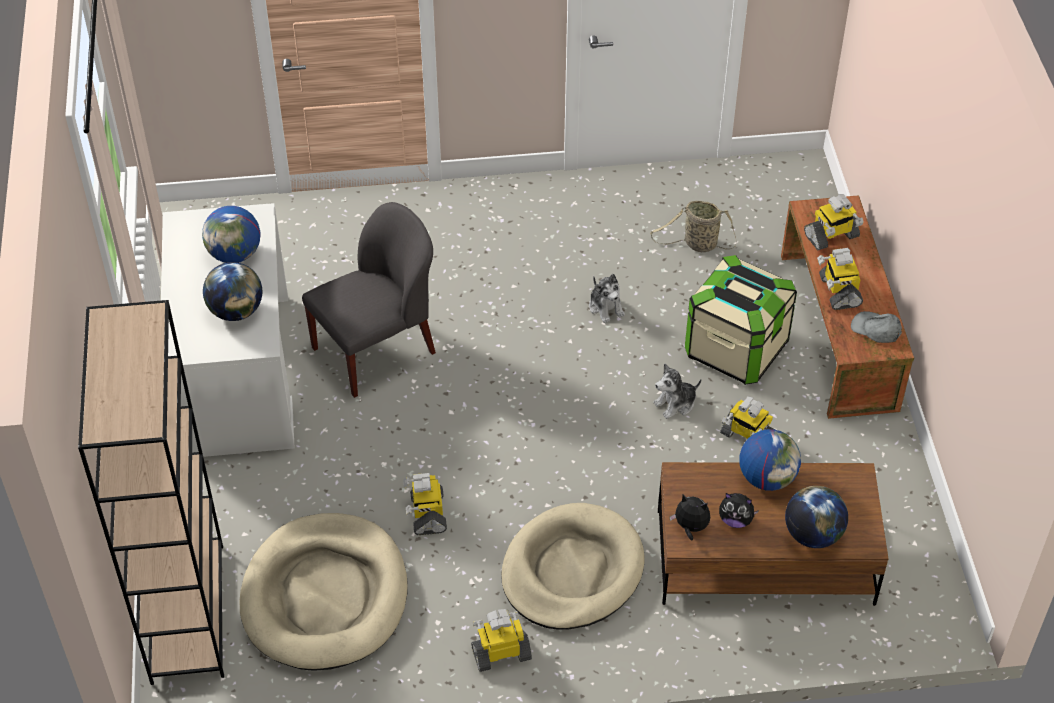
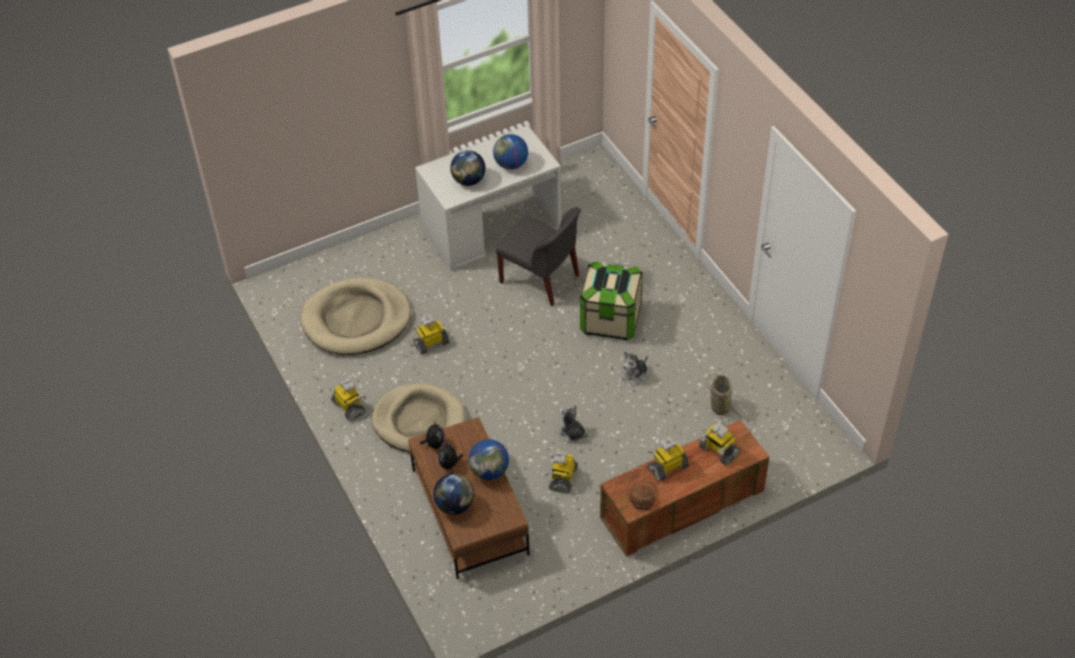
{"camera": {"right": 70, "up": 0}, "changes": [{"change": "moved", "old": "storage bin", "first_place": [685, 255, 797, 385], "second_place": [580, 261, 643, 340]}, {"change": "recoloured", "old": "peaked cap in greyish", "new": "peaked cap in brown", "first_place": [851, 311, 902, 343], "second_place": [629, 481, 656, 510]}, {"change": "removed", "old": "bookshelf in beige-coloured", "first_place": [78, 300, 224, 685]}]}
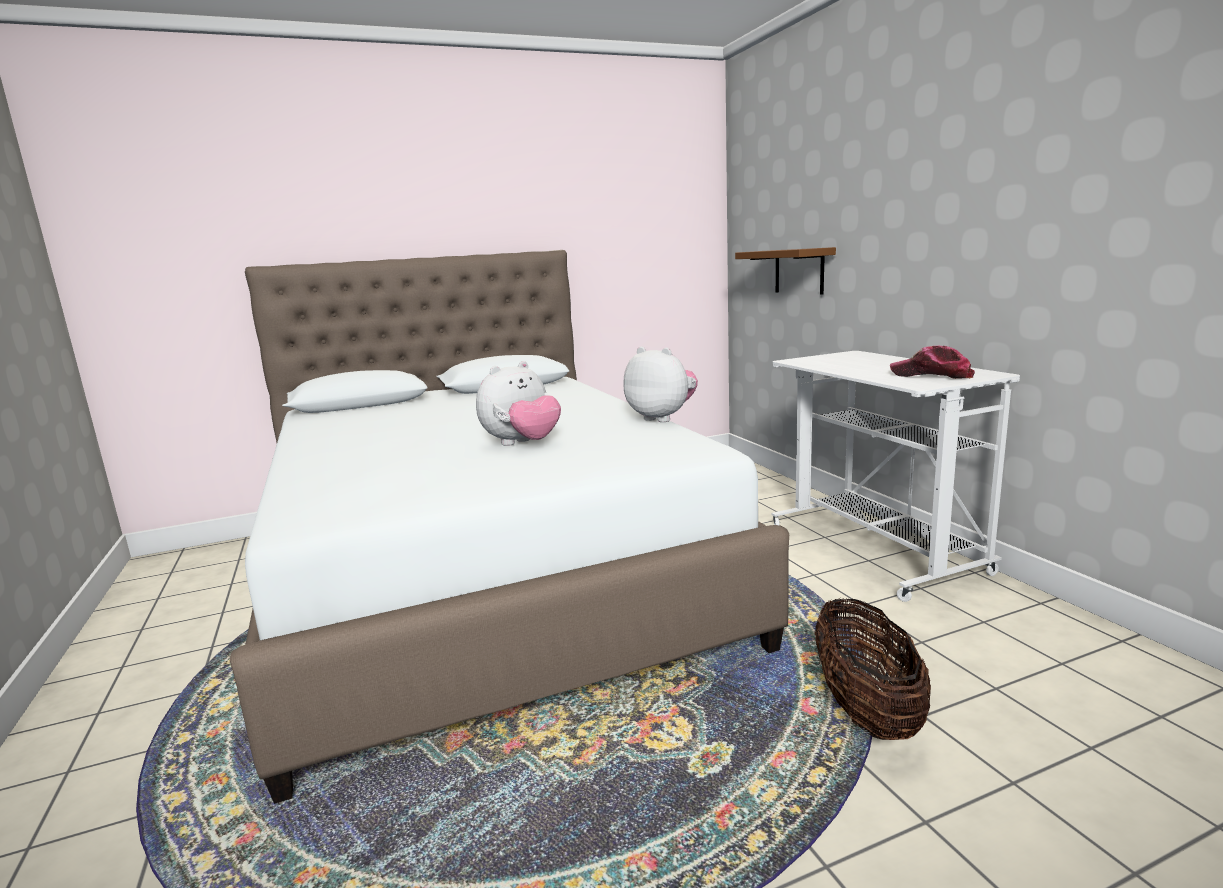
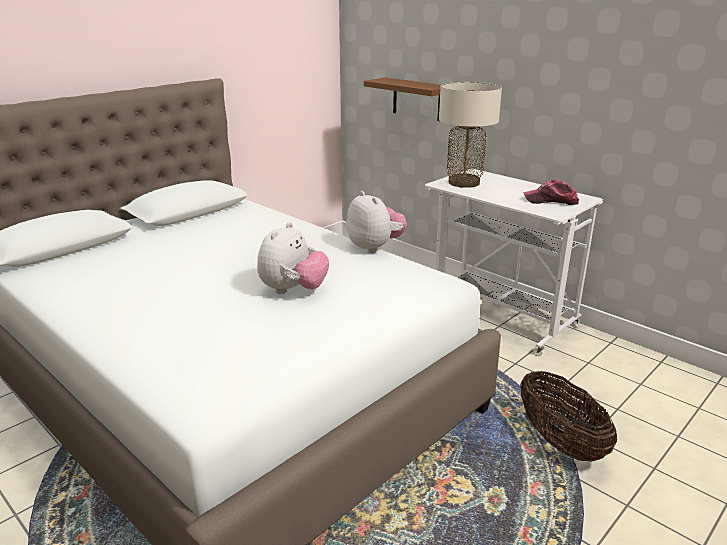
{"camera": {"right": -25, "up": 10}, "changes": [{"change": "turned", "old": "soft toy", "first_place": [624, 346, 698, 422], "second_place": [346, 191, 407, 253], "degrees": 45}, {"change": "added", "new": "tabletop lamp", "second_place": [439, 82, 502, 188]}]}
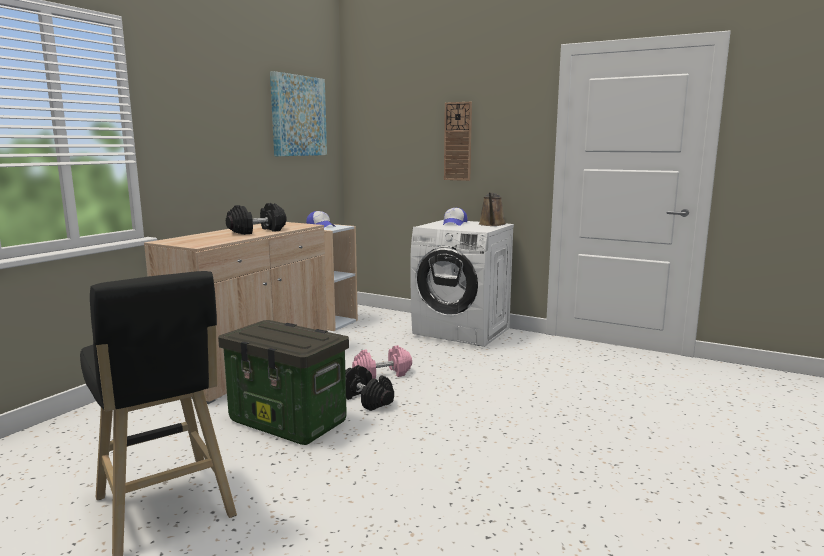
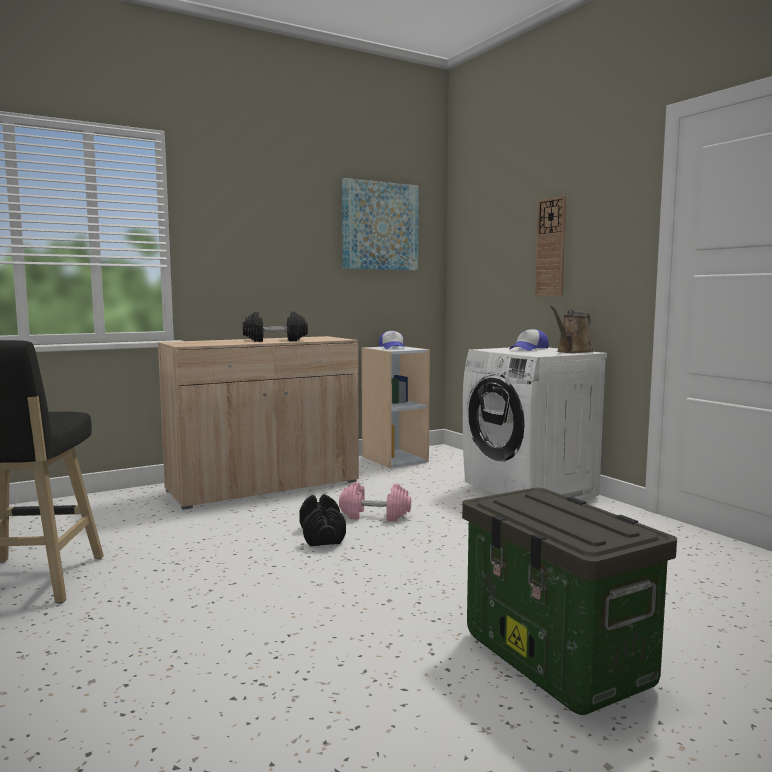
{"camera": {"right": 30, "up": -5}, "changes": [{"change": "moved", "old": "storage bin", "first_place": [218, 320, 349, 445], "second_place": [462, 488, 677, 715]}]}
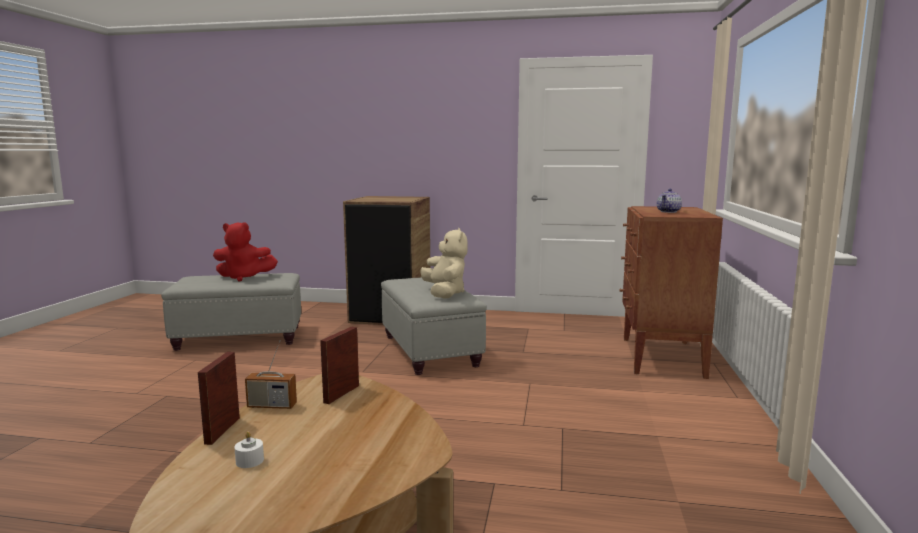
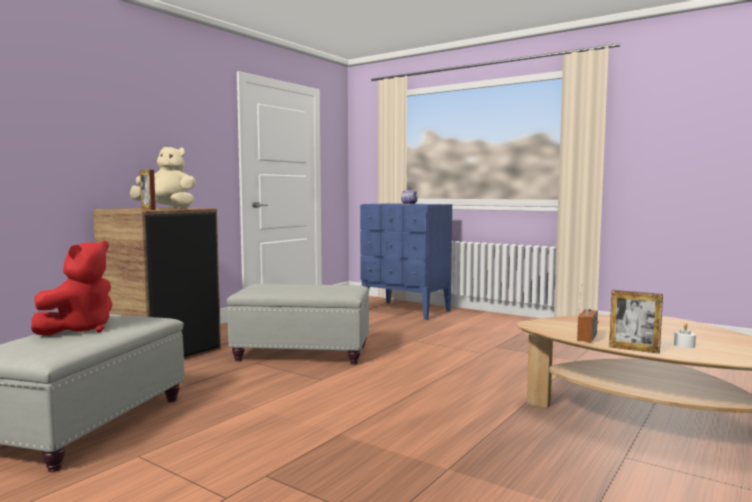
{"camera": {"right": -65, "up": -5}, "changes": [{"change": "moved", "old": "soft toy in beige-coloured", "first_place": [420, 228, 468, 298], "second_place": [130, 147, 196, 208]}, {"change": "moved", "old": "picture frame", "first_place": [320, 326, 359, 404], "second_place": [140, 170, 156, 210]}, {"change": "recoloured", "old": "dresser in brown", "new": "dresser in bluish", "first_place": [620, 206, 723, 379], "second_place": [360, 203, 452, 320]}]}
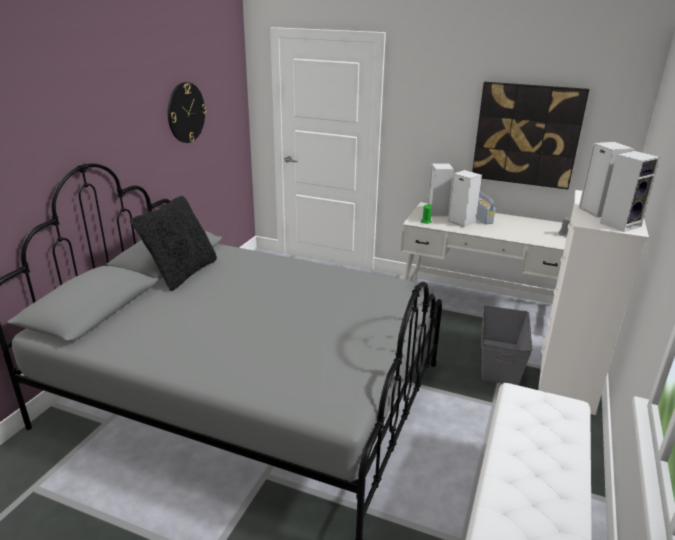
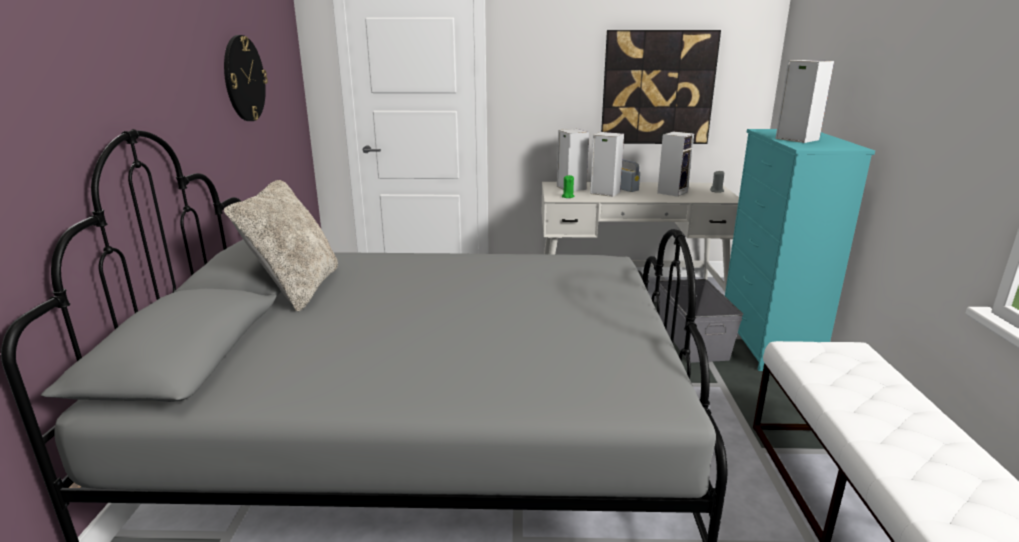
{"camera": {"right": -20, "up": -5}, "changes": [{"change": "recoloured", "old": "pillow in black-coloured", "new": "pillow in beige-coloured", "first_place": [130, 196, 217, 291], "second_place": [223, 180, 338, 311]}, {"change": "moved", "old": "loudspeaker", "first_place": [600, 151, 661, 232], "second_place": [657, 131, 694, 197]}, {"change": "recoloured", "old": "dresser in whitish", "new": "dresser in turquoise", "first_place": [538, 190, 649, 415], "second_place": [725, 129, 875, 371]}]}
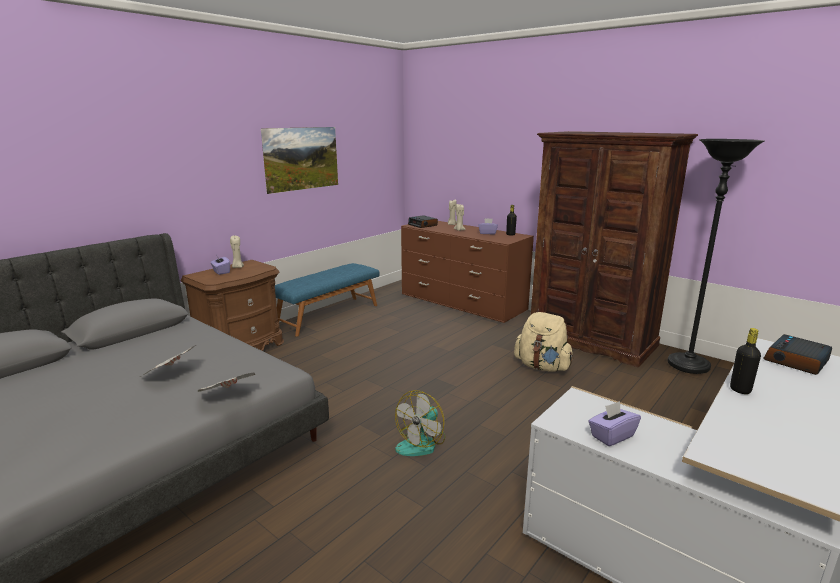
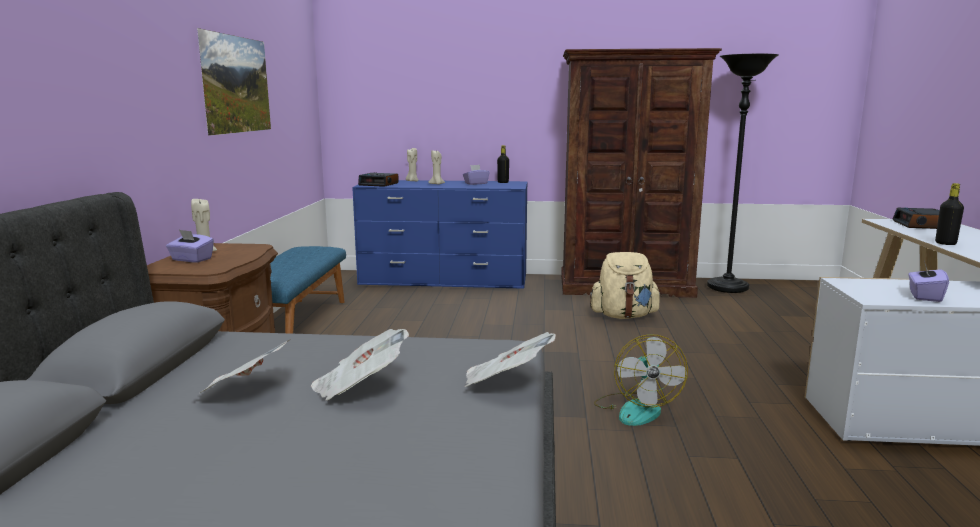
{"camera": {"right": -35, "up": -5}, "changes": [{"change": "added", "new": "printed paper", "second_place": [200, 339, 291, 393]}, {"change": "recoloured", "old": "dresser in brown", "new": "dresser in bluish", "first_place": [401, 221, 534, 323], "second_place": [352, 180, 527, 289]}]}
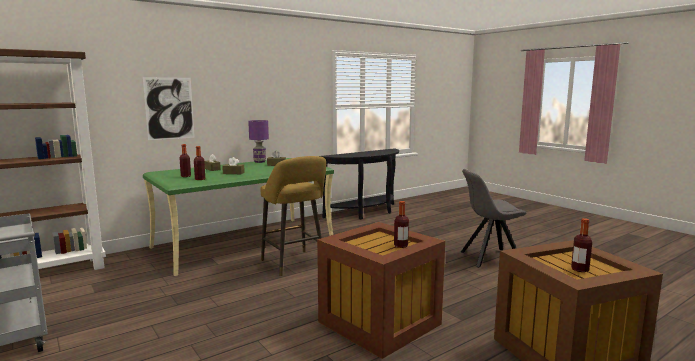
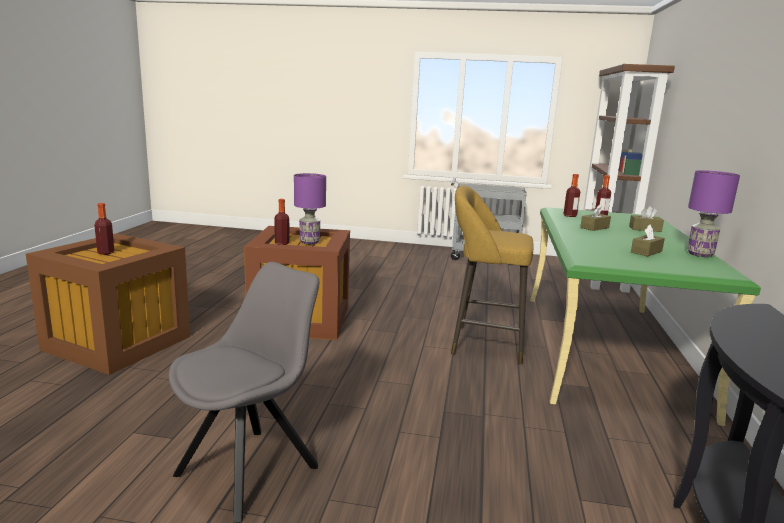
{"camera": {"right": 135, "up": 5}, "changes": [{"change": "added", "new": "tabletop lamp in purple", "second_place": [294, 173, 326, 244]}, {"change": "removed", "old": "picture", "first_place": [143, 77, 195, 140]}]}
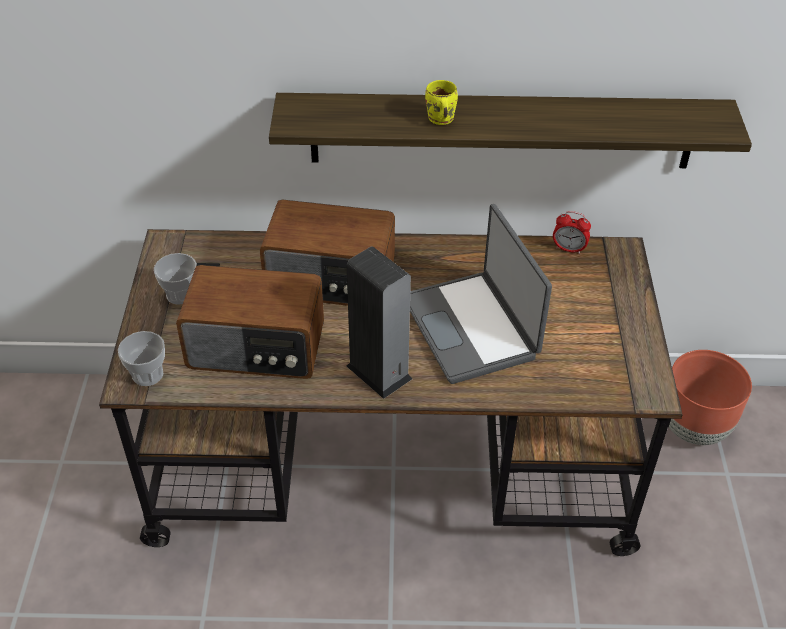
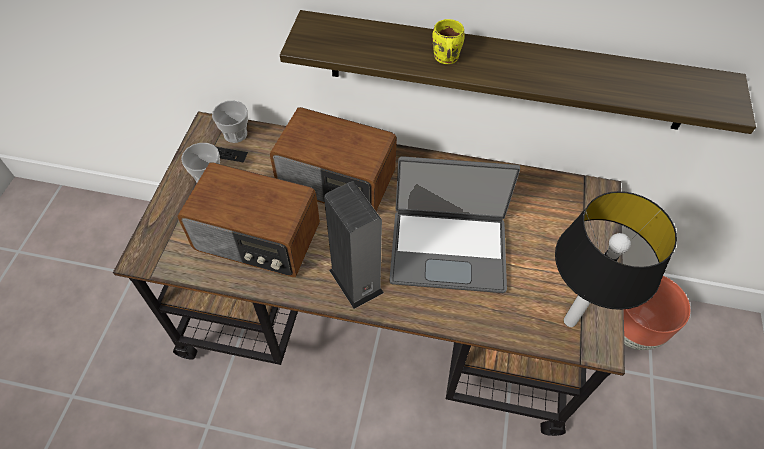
{"camera": {"right": 10, "up": 10}, "changes": [{"change": "moved", "old": "small cup", "first_place": [118, 331, 165, 386], "second_place": [212, 100, 248, 143]}, {"change": "turned", "old": "notebook computer", "first_place": [410, 204, 552, 384], "second_place": [389, 156, 520, 293], "degrees": -75}, {"change": "added", "new": "tabletop lamp", "second_place": [555, 191, 677, 327]}, {"change": "removed", "old": "bedside clock", "first_place": [553, 211, 591, 254]}]}
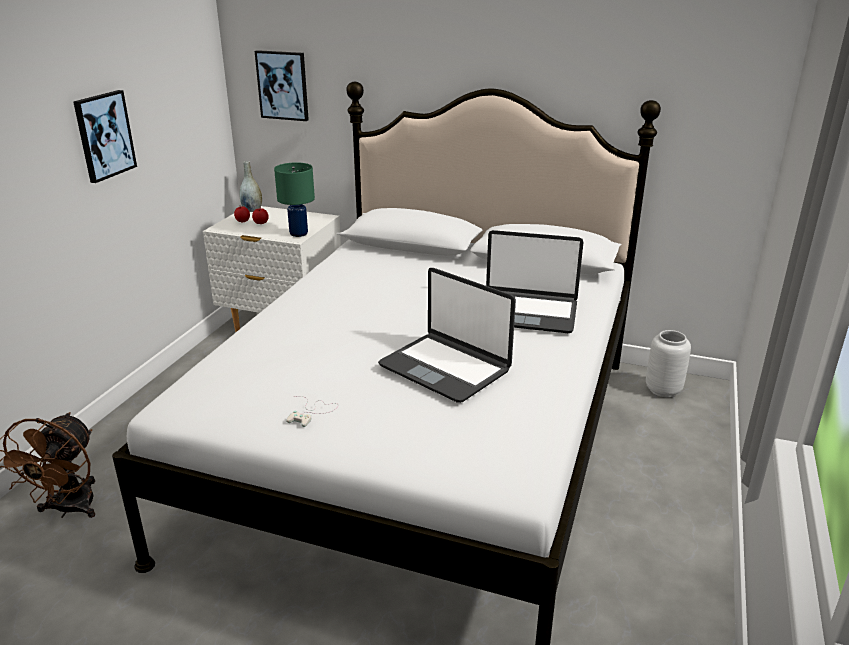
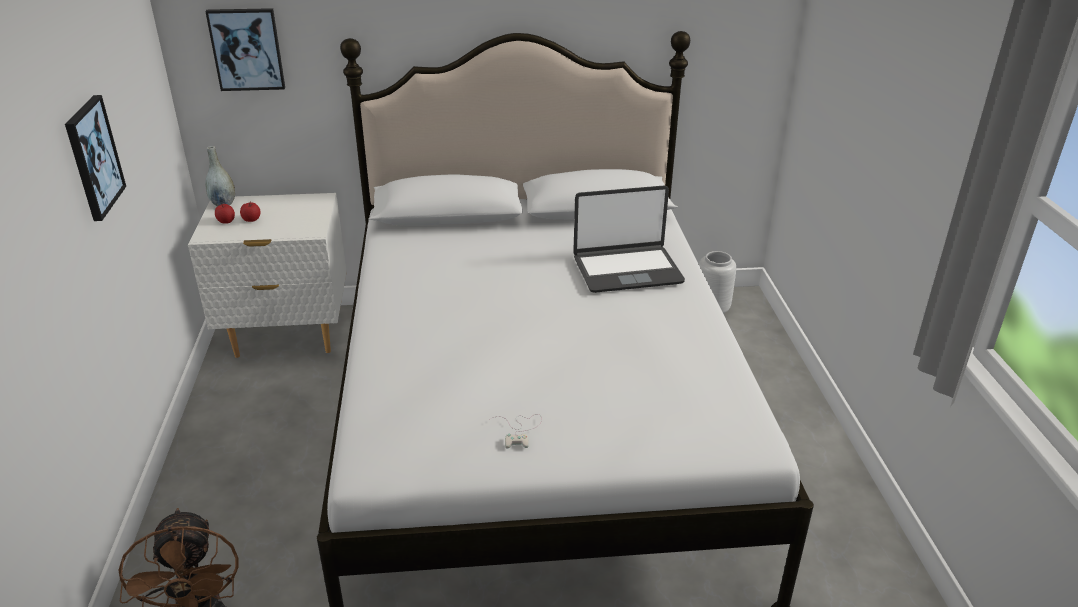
{"camera": {"right": -25, "up": 5}, "changes": [{"change": "removed", "old": "tabletop lamp in green-coloured", "first_place": [274, 162, 315, 237]}, {"change": "removed", "old": "notebook computer", "first_place": [378, 268, 516, 403]}]}
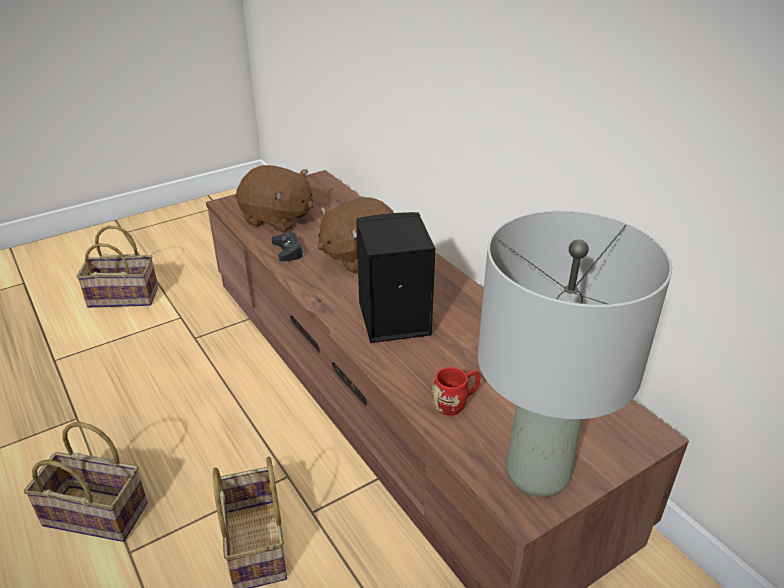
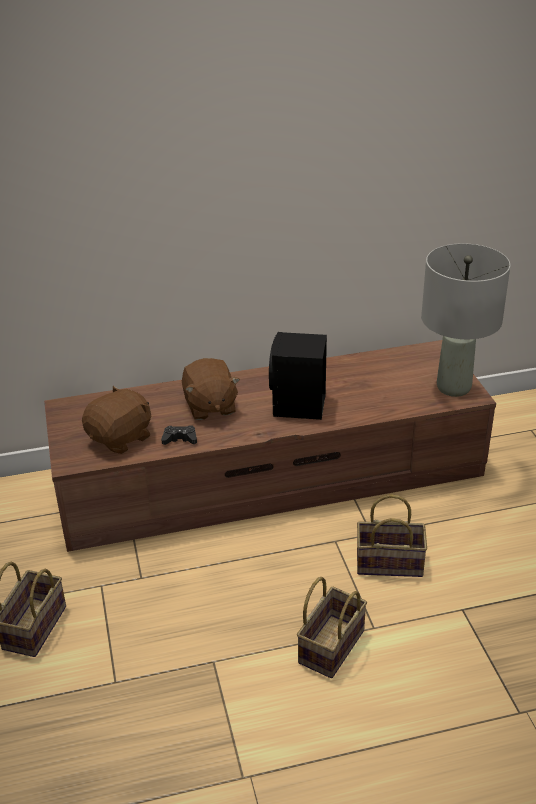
{"camera": {"right": -70, "up": 0}, "changes": [{"change": "removed", "old": "mug in red", "first_place": [432, 367, 481, 416]}]}
